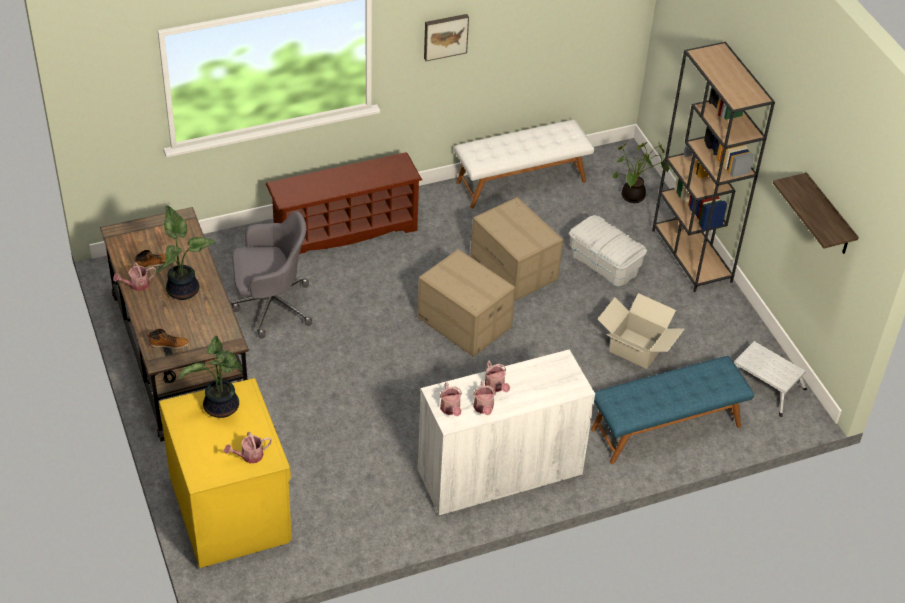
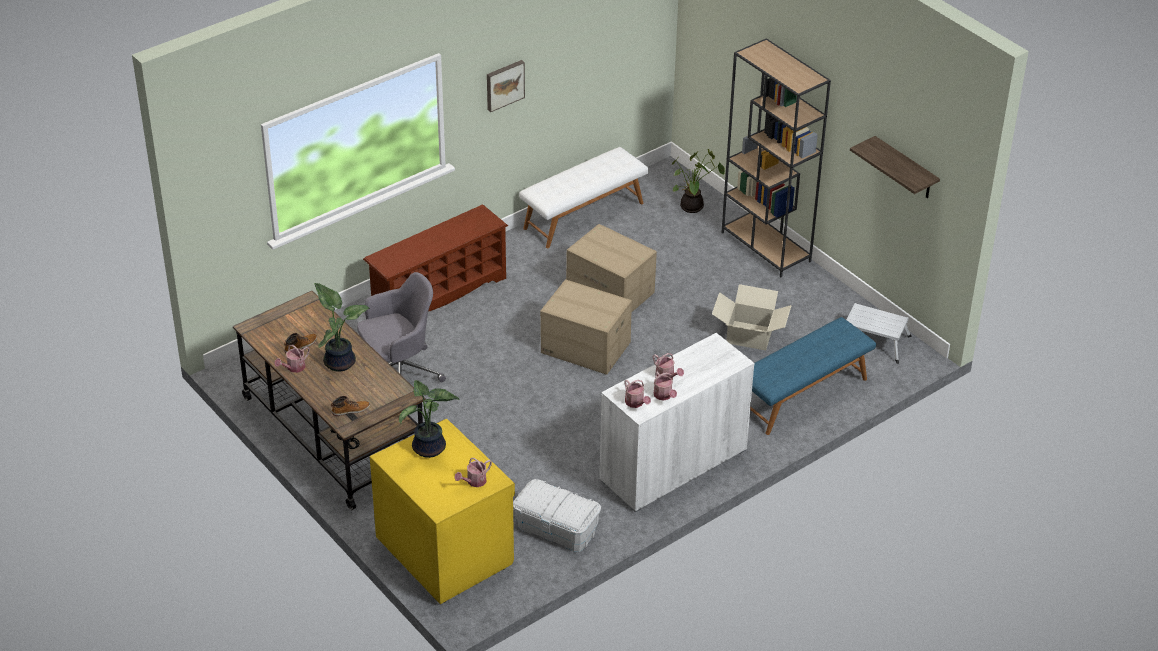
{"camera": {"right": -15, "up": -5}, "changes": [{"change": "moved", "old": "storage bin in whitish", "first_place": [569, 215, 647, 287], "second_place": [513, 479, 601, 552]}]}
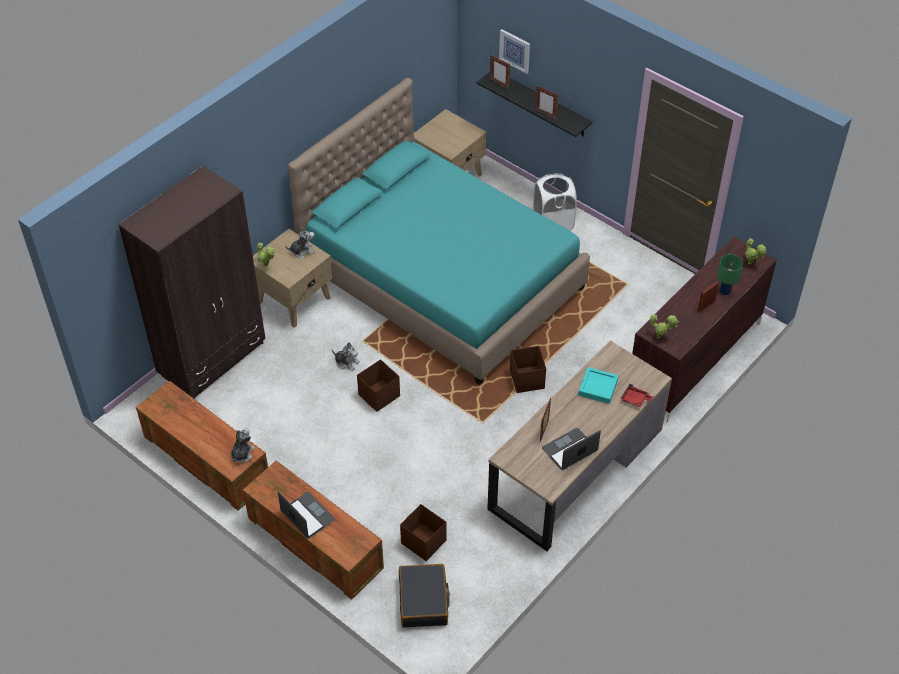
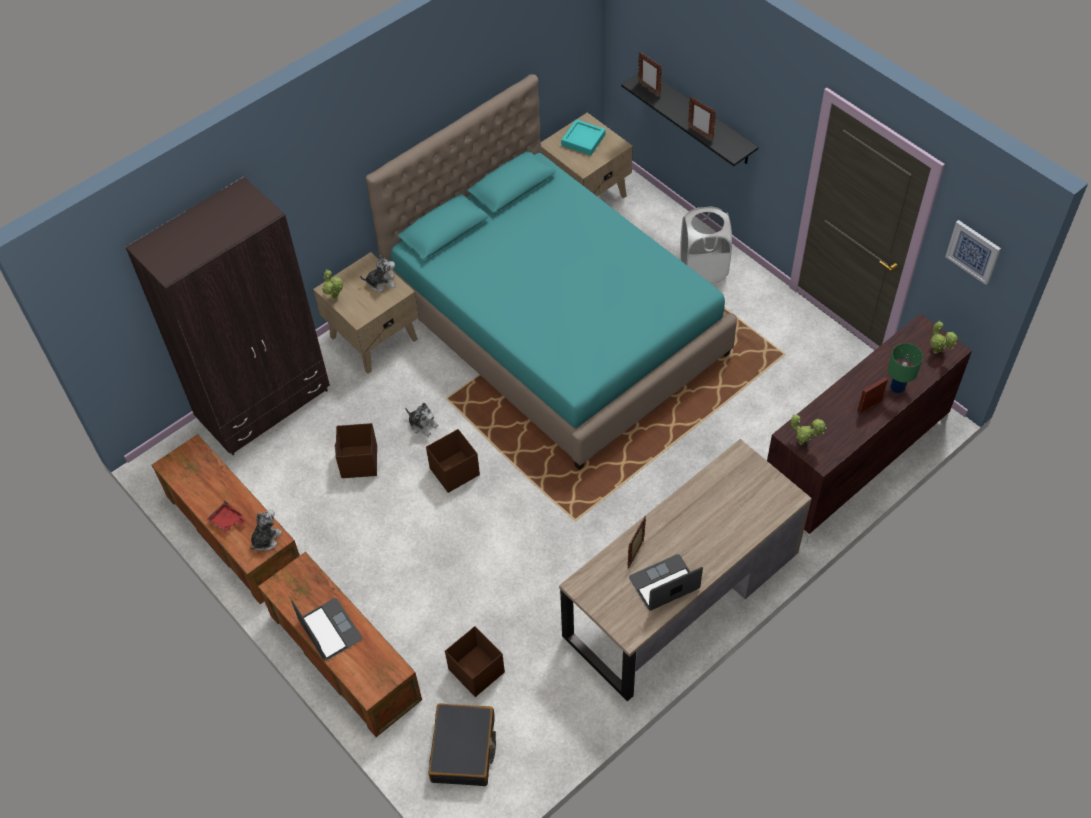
{"camera": {"right": 10, "up": 5}, "changes": [{"change": "moved", "old": "tray in red", "first_place": [620, 384, 653, 407], "second_place": [207, 501, 247, 532]}, {"change": "moved", "old": "storage bin in brown", "first_place": [510, 346, 546, 393], "second_place": [335, 423, 377, 478]}, {"change": "moved", "old": "tray in turquoise", "first_place": [578, 367, 619, 404], "second_place": [561, 119, 606, 155]}, {"change": "moved", "old": "picture", "first_place": [499, 29, 530, 74], "second_place": [945, 220, 1001, 285]}]}
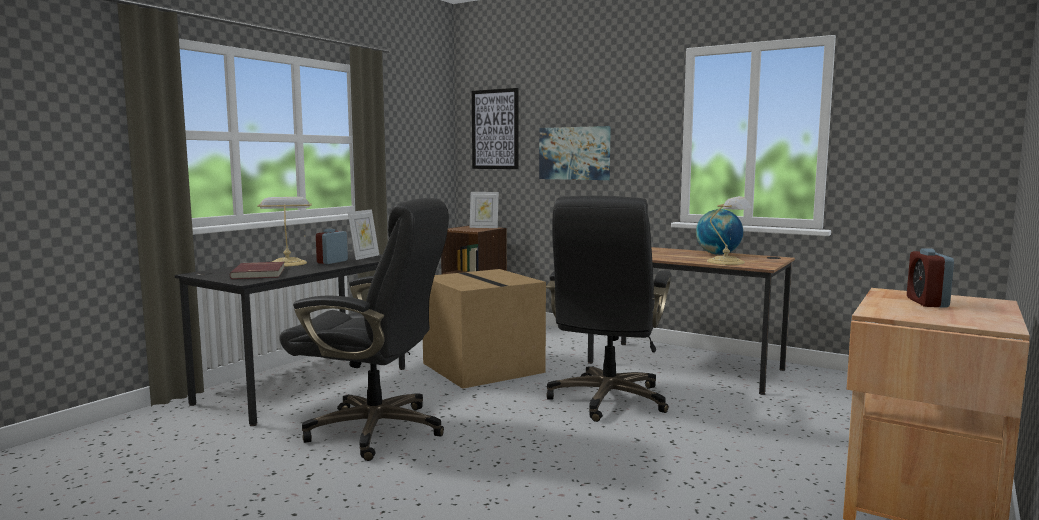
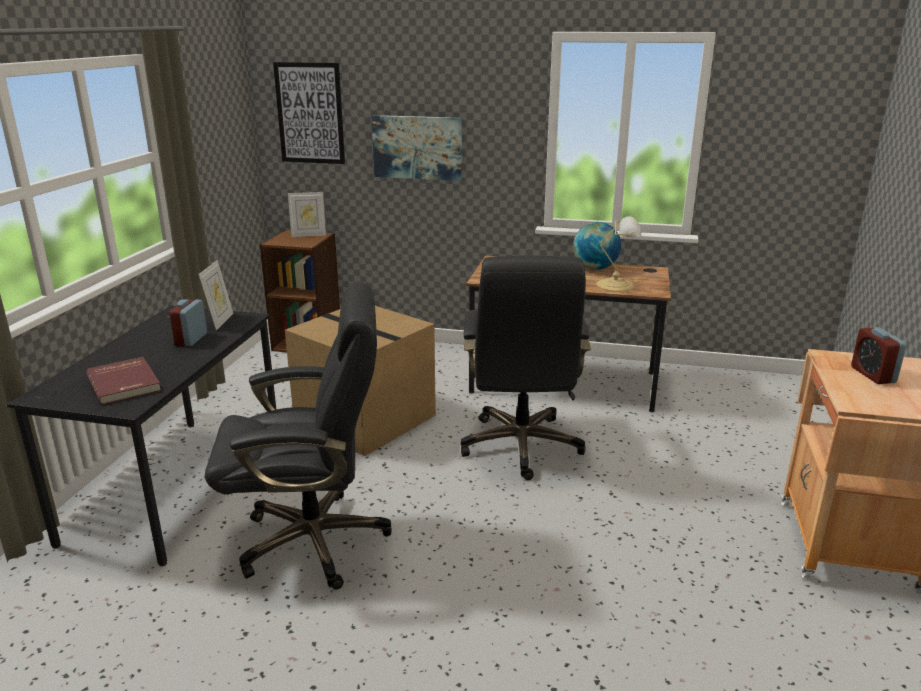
{"camera": {"right": -20, "up": 15}, "changes": [{"change": "removed", "old": "tabletop lamp", "first_place": [257, 197, 312, 267]}]}
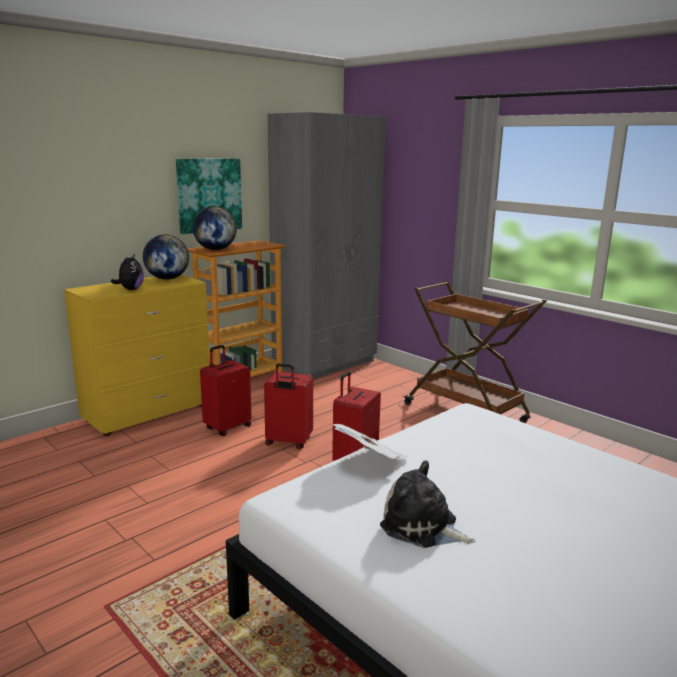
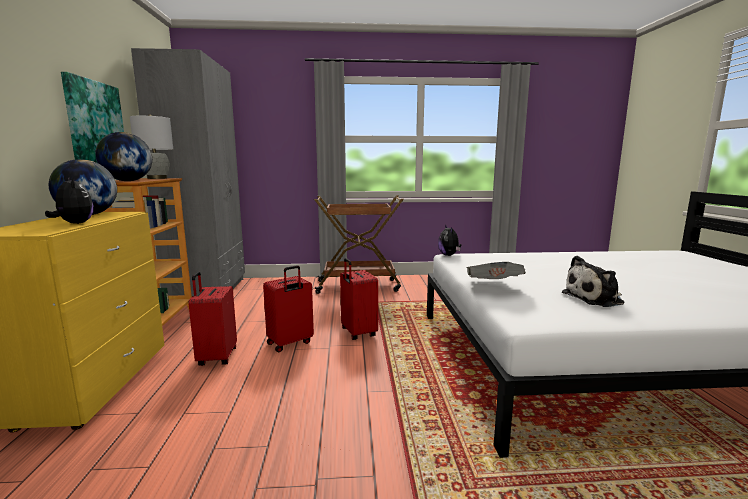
{"camera": {"right": -50, "up": -5}, "changes": [{"change": "added", "new": "tabletop lamp in whitish", "second_place": [130, 114, 173, 179]}, {"change": "added", "new": "soft toy", "second_place": [438, 225, 461, 256]}]}
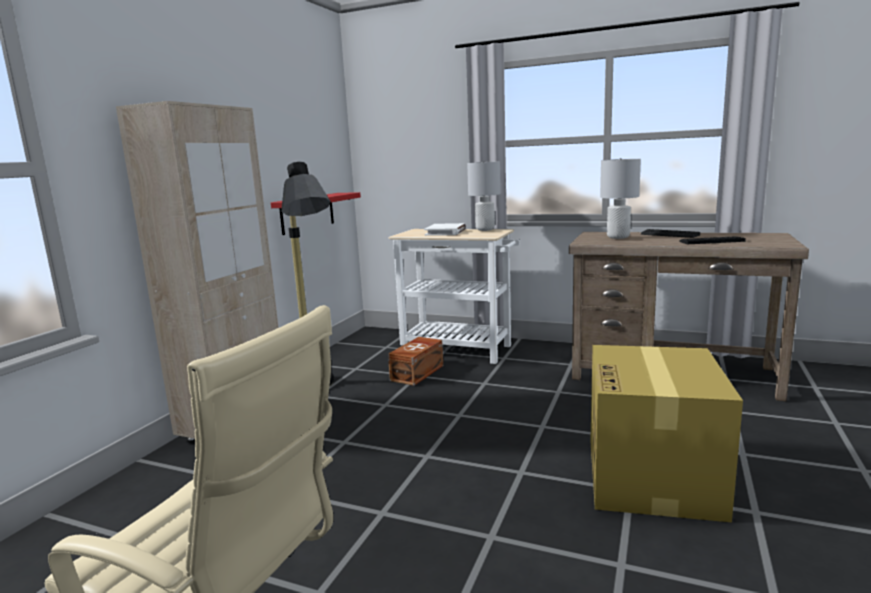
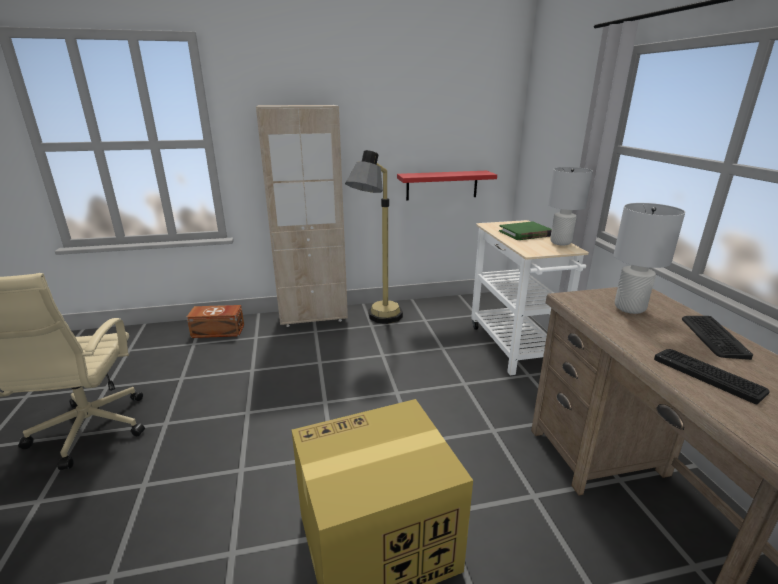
{"camera": {"right": 55, "up": 10}, "changes": [{"change": "moved", "old": "storage bin in brown", "first_place": [388, 337, 443, 386], "second_place": [186, 305, 244, 338]}, {"change": "recoloured", "old": "volume in whitish", "new": "volume in green-coloured", "first_place": [424, 223, 466, 236], "second_place": [499, 221, 552, 240]}]}
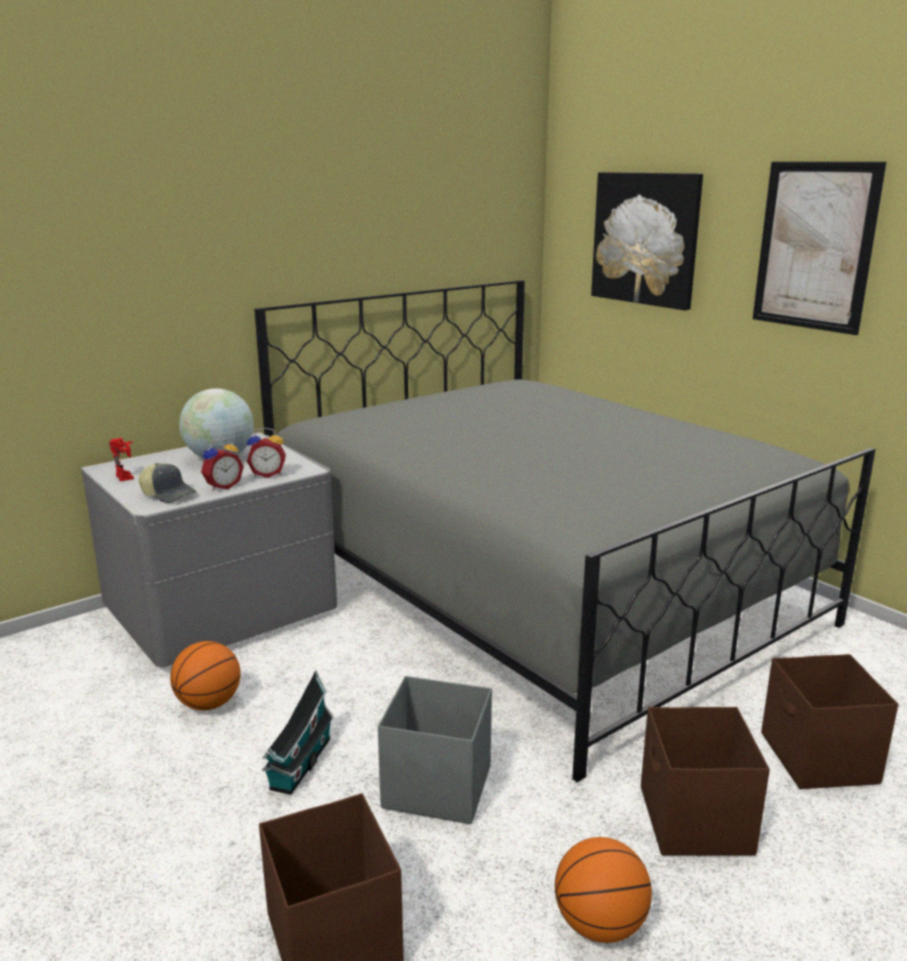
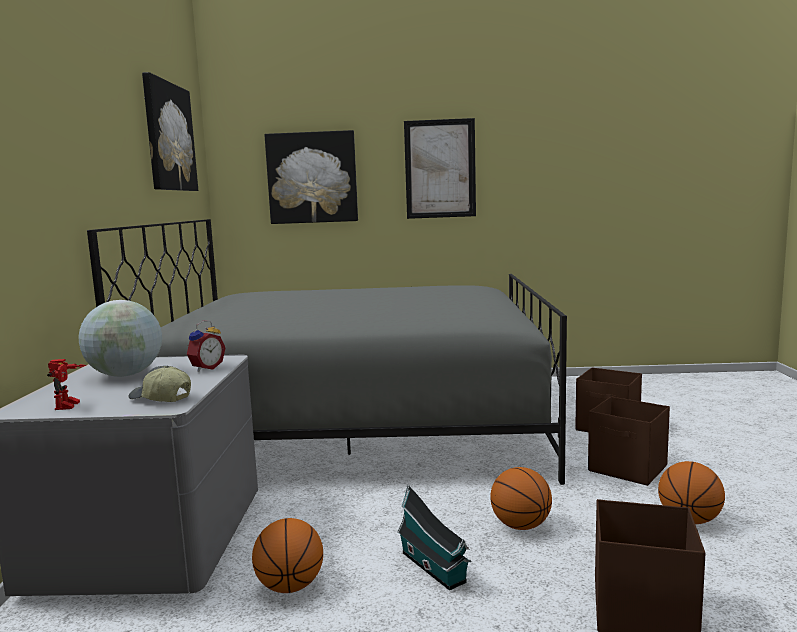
{"camera": {"right": -50, "up": -10}, "changes": [{"change": "turned", "old": "robot figure", "first_place": [109, 438, 134, 481], "second_place": [47, 359, 87, 410], "degrees": 75}, {"change": "turned", "old": "peaked cap", "first_place": [139, 463, 196, 503], "second_place": [129, 366, 191, 402], "degrees": -135}, {"change": "added", "new": "picture", "second_place": [142, 72, 198, 191]}, {"change": "replaced", "old": "storage bin in greyish", "new": "ball for basketball", "first_place": [378, 676, 492, 824], "second_place": [490, 467, 552, 530]}, {"change": "removed", "old": "bedside clock", "first_place": [201, 438, 244, 491]}]}
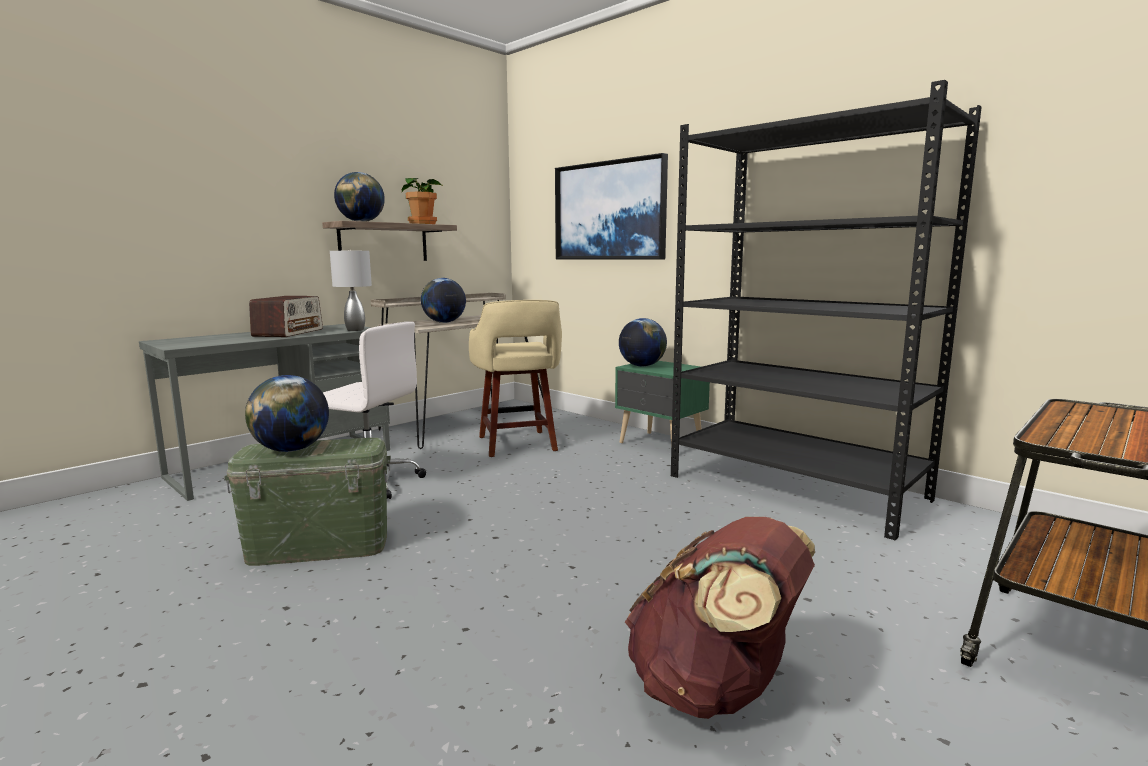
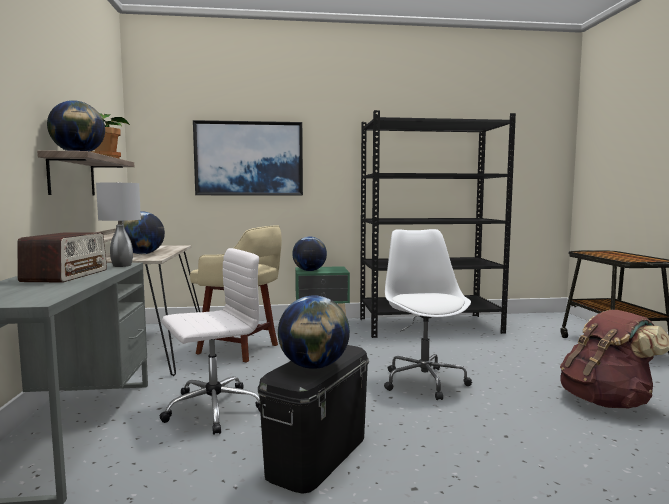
{"camera": {"right": -50, "up": -5}, "changes": [{"change": "turned", "old": "radio receiver", "first_place": [249, 296, 323, 337], "second_place": [17, 232, 107, 283], "degrees": 45}, {"change": "recoloured", "old": "storage bin in green-coloured", "new": "storage bin in black-coloured", "first_place": [224, 438, 391, 566], "second_place": [258, 345, 369, 494]}, {"change": "added", "new": "computer chair in whitish", "second_place": [384, 229, 472, 400]}]}
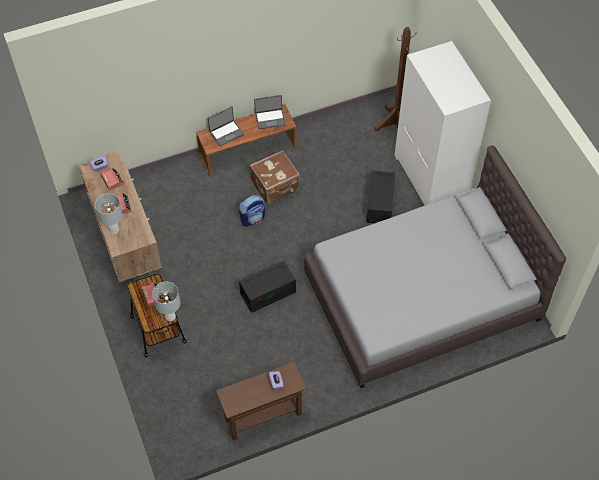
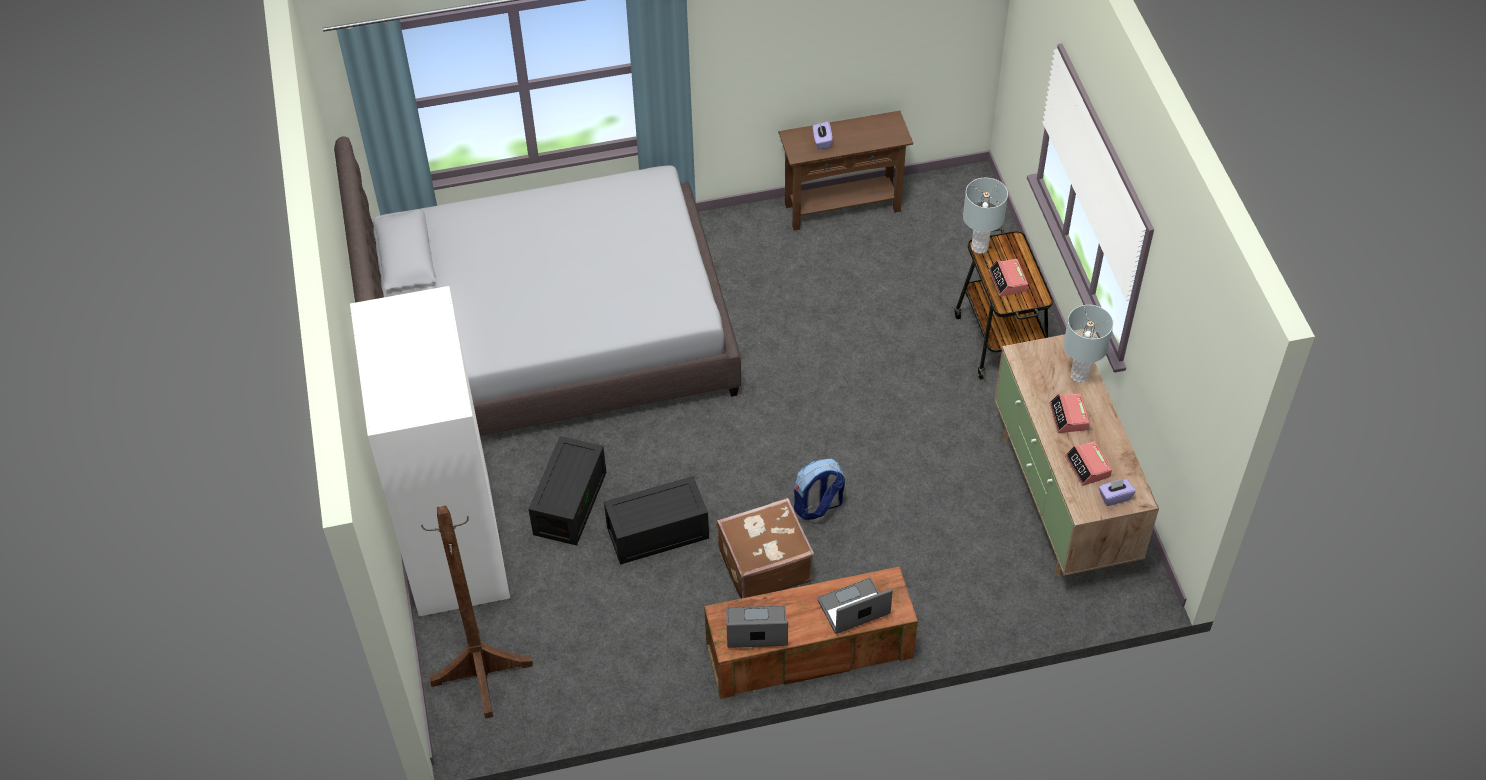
{"camera": {"right": -170, "up": -5}, "changes": [{"change": "moved", "old": "storage bin in black-coloured", "first_place": [239, 261, 296, 313], "second_place": [604, 476, 709, 565]}]}
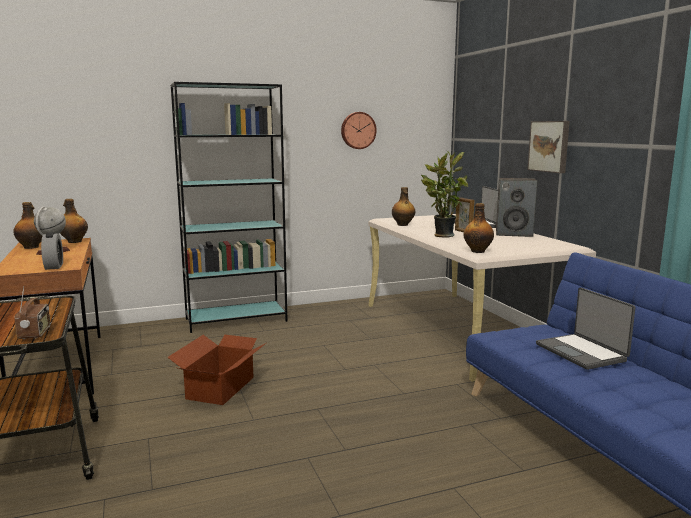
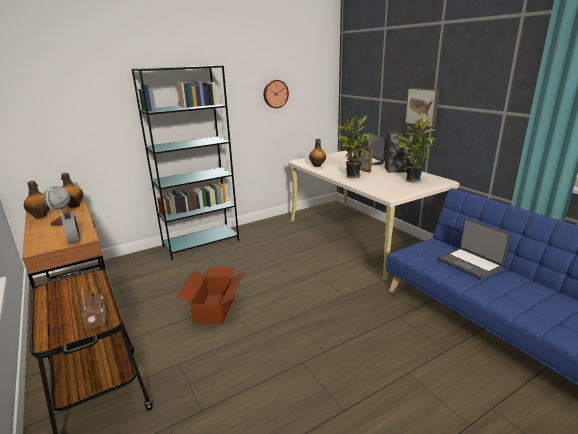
{"camera": {"right": -10, "up": 10}, "changes": [{"change": "added", "new": "houseplant", "second_place": [398, 116, 436, 182]}, {"change": "removed", "old": "beverage bottle", "first_place": [464, 203, 494, 253]}]}
